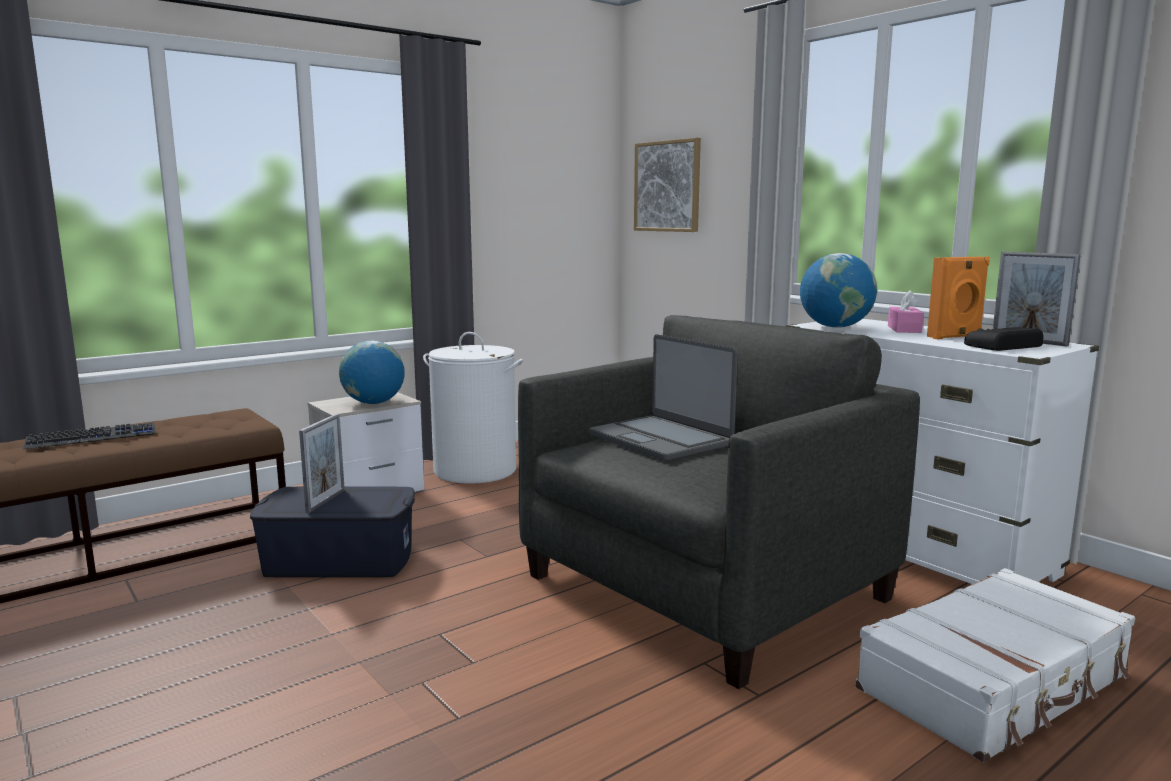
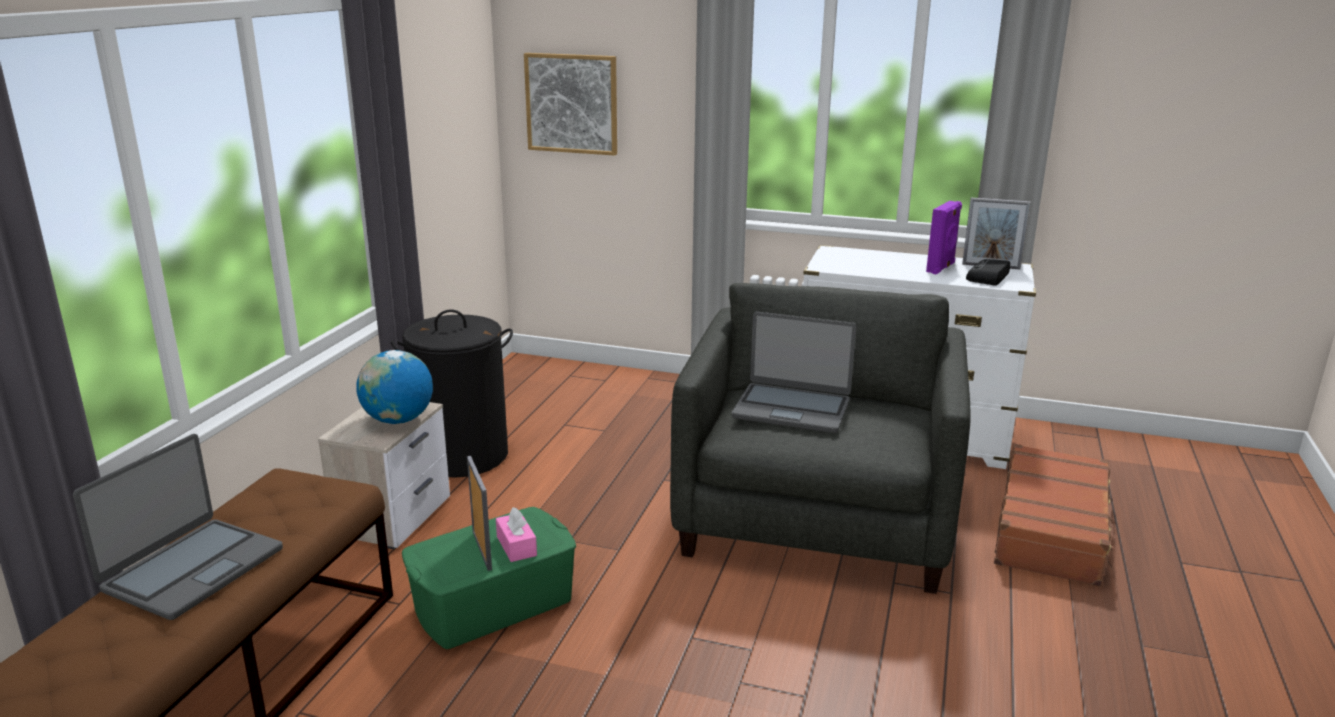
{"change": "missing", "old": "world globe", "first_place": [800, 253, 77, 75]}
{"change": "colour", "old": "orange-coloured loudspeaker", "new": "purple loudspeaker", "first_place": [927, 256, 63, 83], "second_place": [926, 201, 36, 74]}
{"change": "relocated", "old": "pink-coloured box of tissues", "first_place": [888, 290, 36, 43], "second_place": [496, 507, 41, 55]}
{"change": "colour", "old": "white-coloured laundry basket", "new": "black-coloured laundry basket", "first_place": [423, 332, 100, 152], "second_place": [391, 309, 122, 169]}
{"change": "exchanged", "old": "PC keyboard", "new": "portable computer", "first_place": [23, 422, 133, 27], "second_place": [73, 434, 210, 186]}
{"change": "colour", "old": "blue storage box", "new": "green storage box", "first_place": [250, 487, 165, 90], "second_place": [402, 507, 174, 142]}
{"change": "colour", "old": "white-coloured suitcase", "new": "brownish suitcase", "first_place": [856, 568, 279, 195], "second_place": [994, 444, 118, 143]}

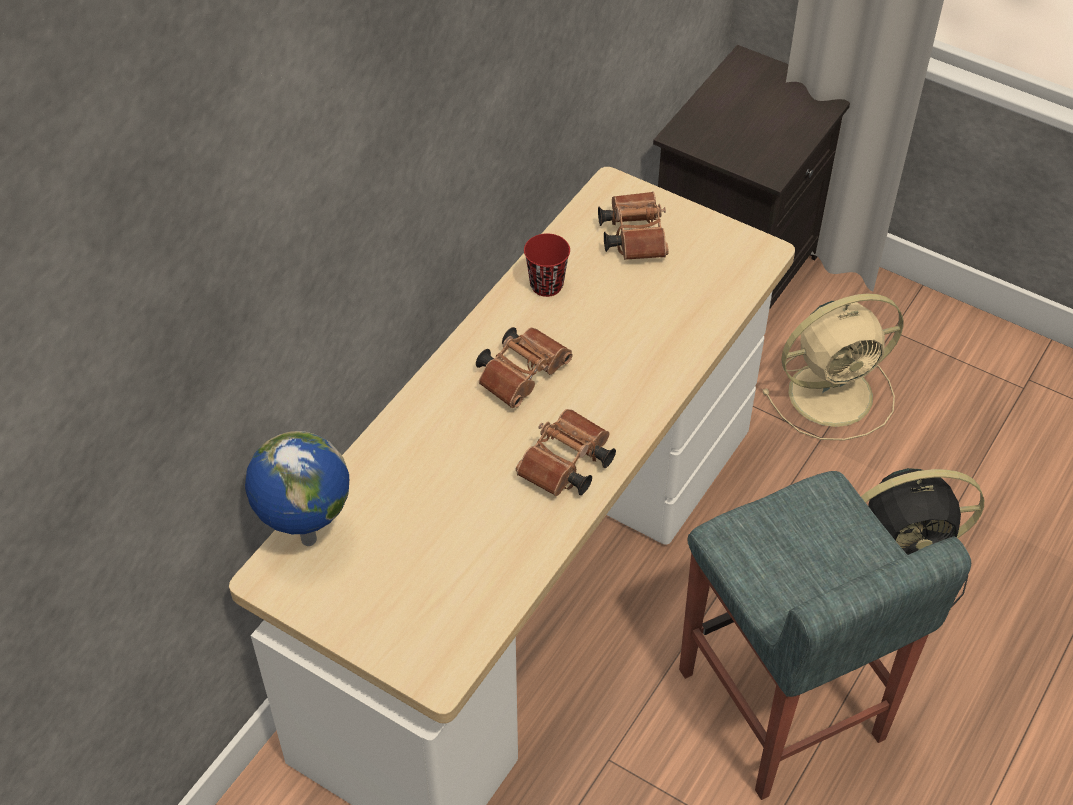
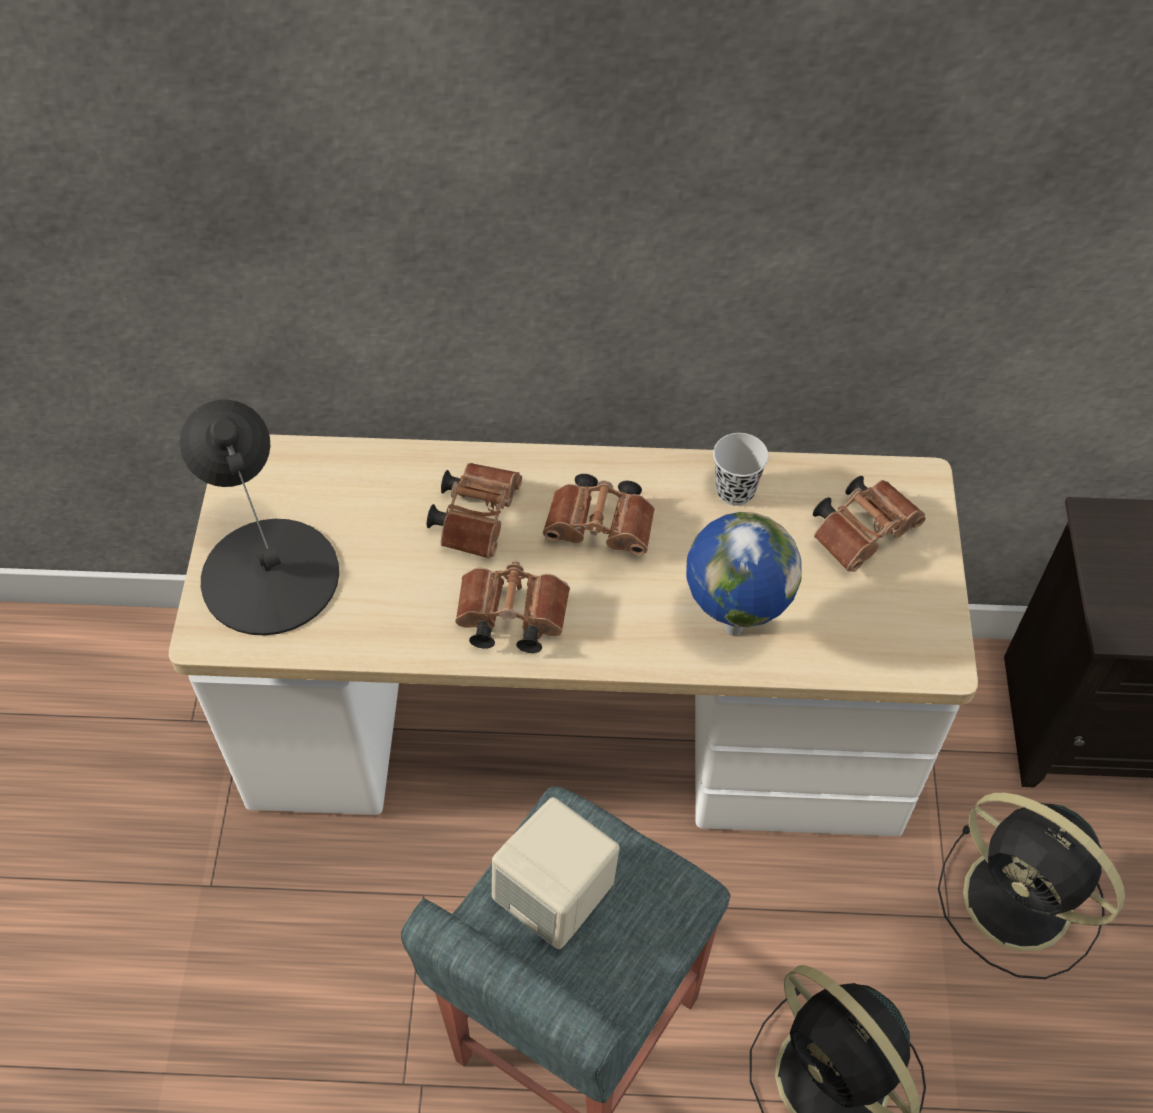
{"change": "colour", "old": "red-coloured cup", "new": "black-coloured cup", "first_place": [524, 233, 46, 64], "second_place": [713, 433, 56, 73]}
{"change": "colour", "old": "beige electric fan", "new": "black-coloured electric fan", "first_place": [762, 294, 141, 147], "second_place": [938, 793, 187, 186]}
{"change": "relocated", "old": "world globe", "first_place": [245, 431, 104, 115], "second_place": [686, 512, 116, 124]}
{"change": "appeared", "new": "black-coloured table lamp", "second_place": [180, 400, 159, 236]}
{"change": "appeared", "new": "brownish pair of binoculars", "second_place": [427, 463, 95, 96]}
{"change": "appeared", "new": "beige loudspeaker", "second_place": [492, 797, 128, 152]}

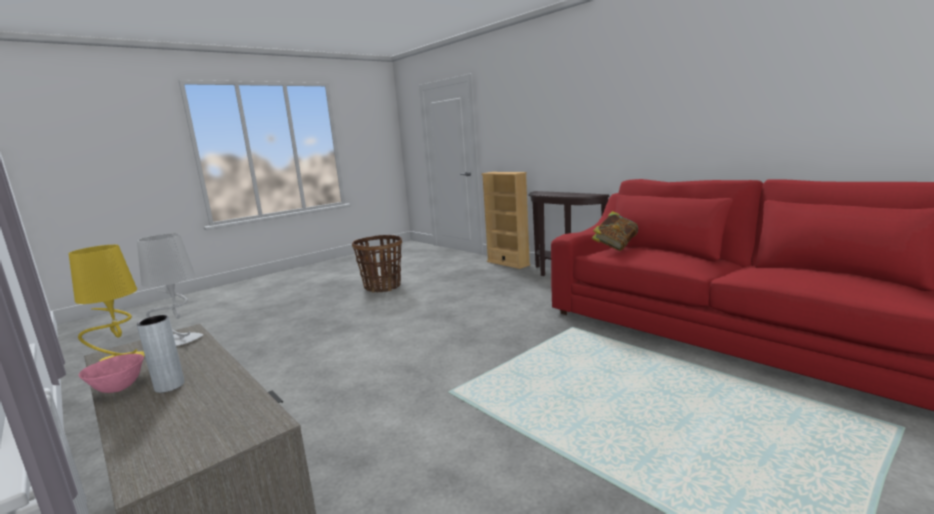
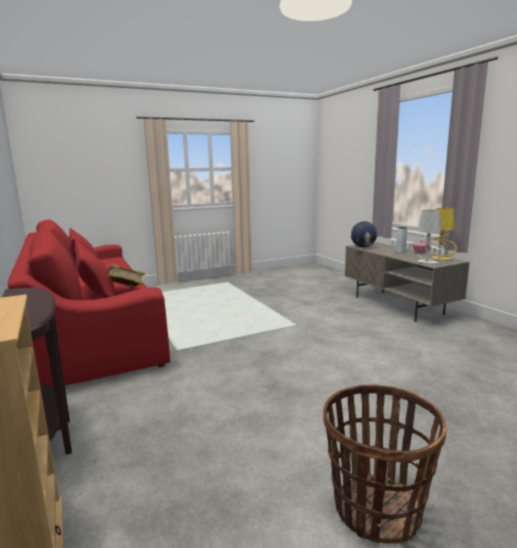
{"change": "appeared", "new": "world globe", "second_place": [351, 221, 26, 26]}

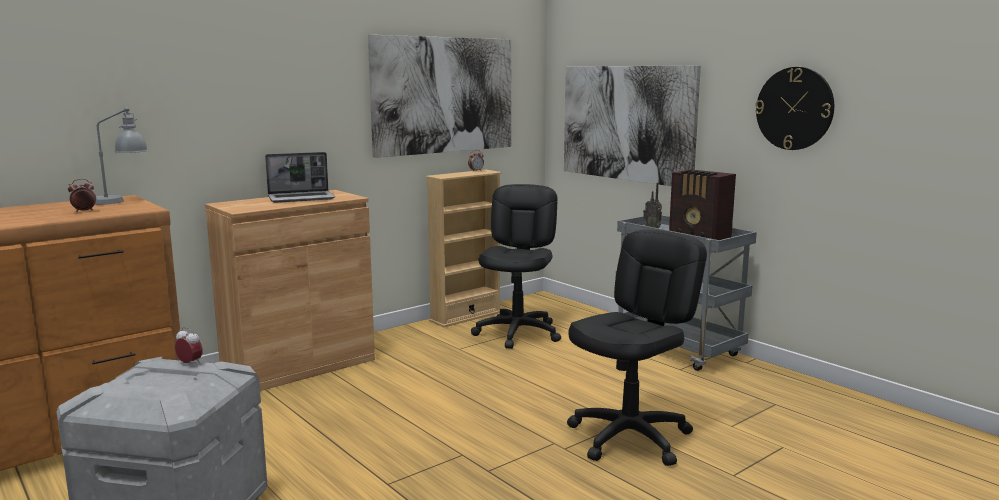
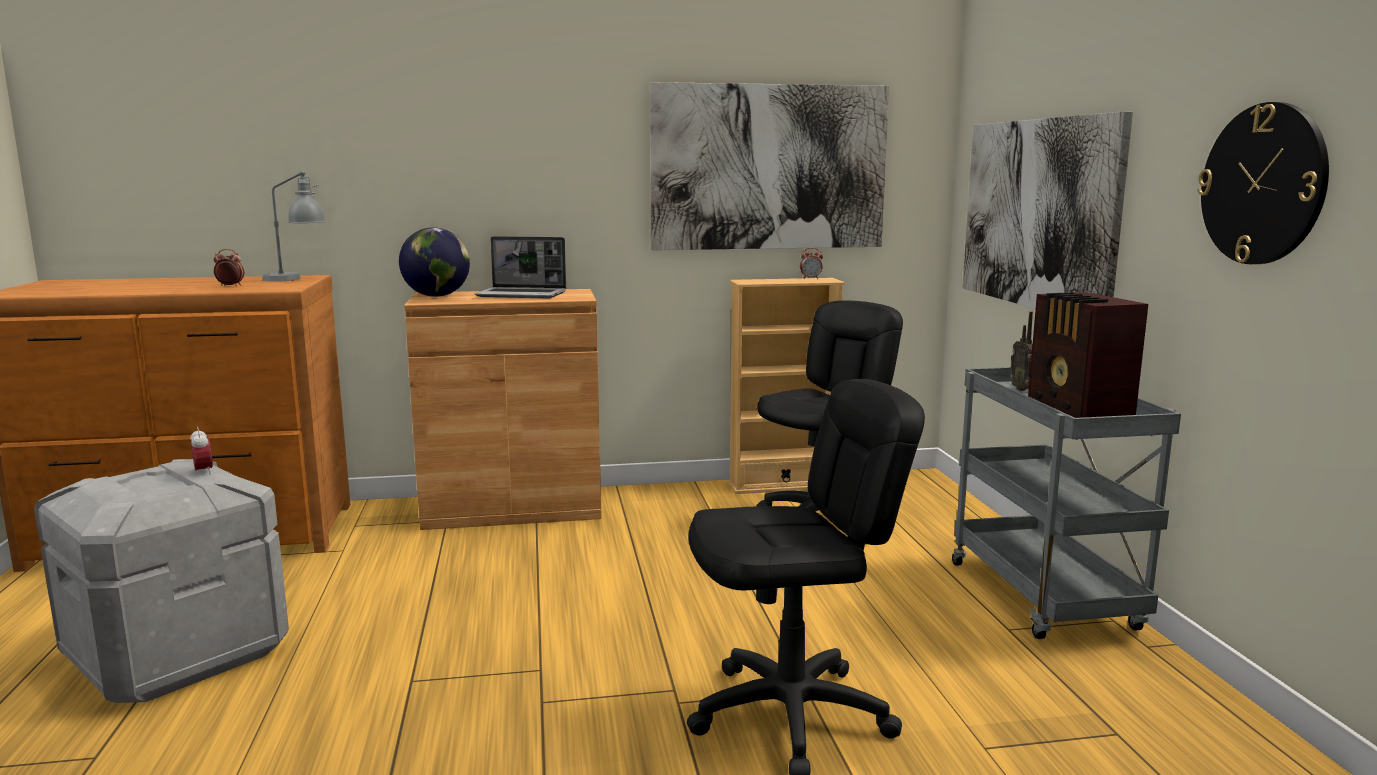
{"change": "appeared", "new": "world globe", "second_place": [399, 228, 71, 69]}

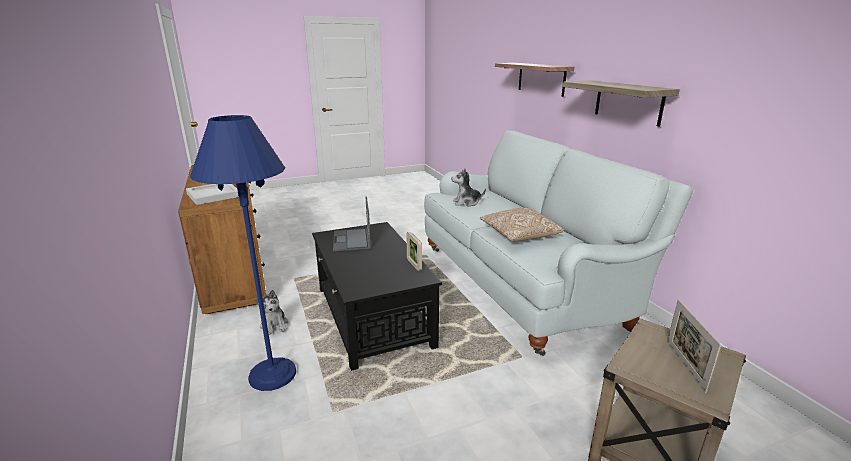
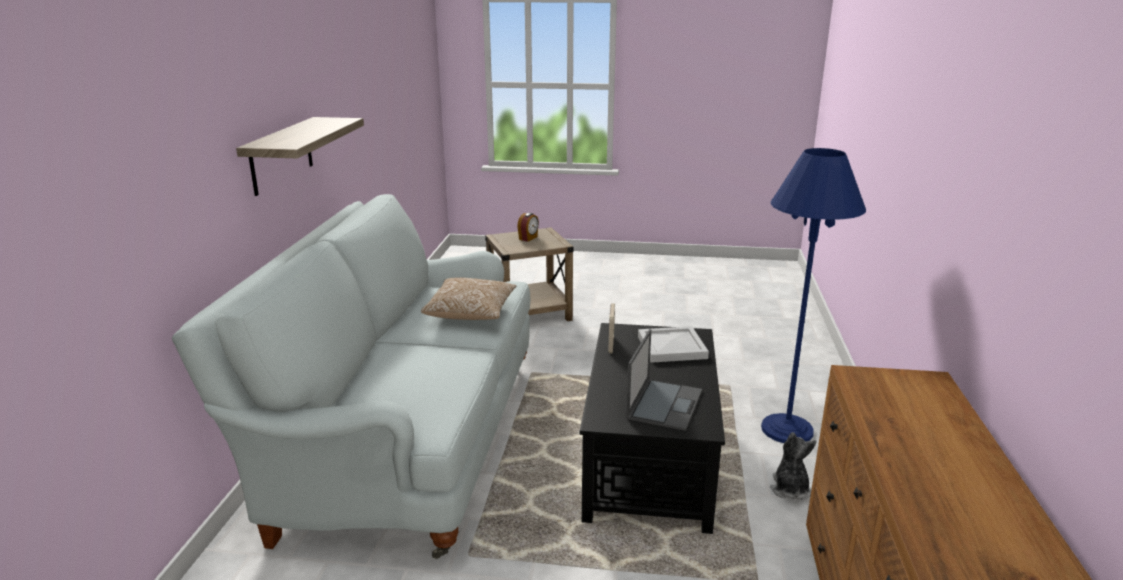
{"change": "missing", "old": "bracket shelf", "first_place": [495, 63, 79, 34]}
{"change": "missing", "old": "plush toy", "first_place": [451, 168, 35, 38]}
{"change": "relocated", "old": "white-coloured carrying tray", "first_place": [186, 184, 53, 21], "second_place": [638, 326, 71, 37]}
{"change": "exchanged", "old": "picture frame", "new": "table clock", "first_place": [667, 299, 54, 94], "second_place": [517, 213, 22, 29]}

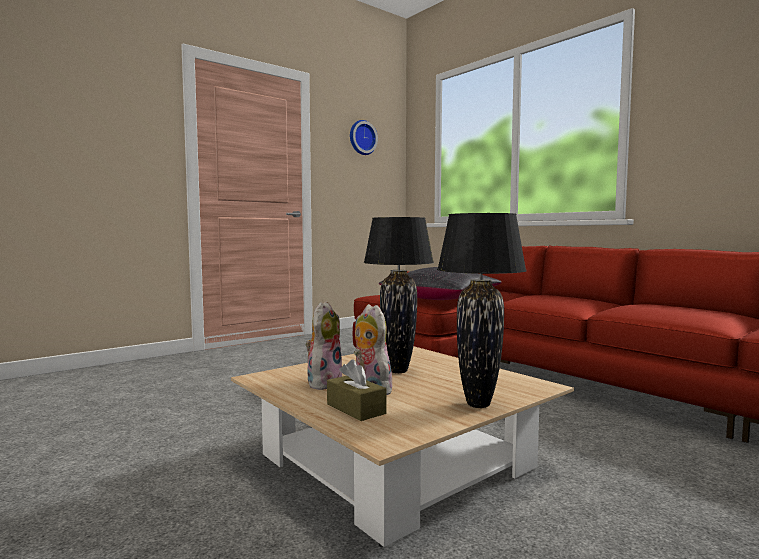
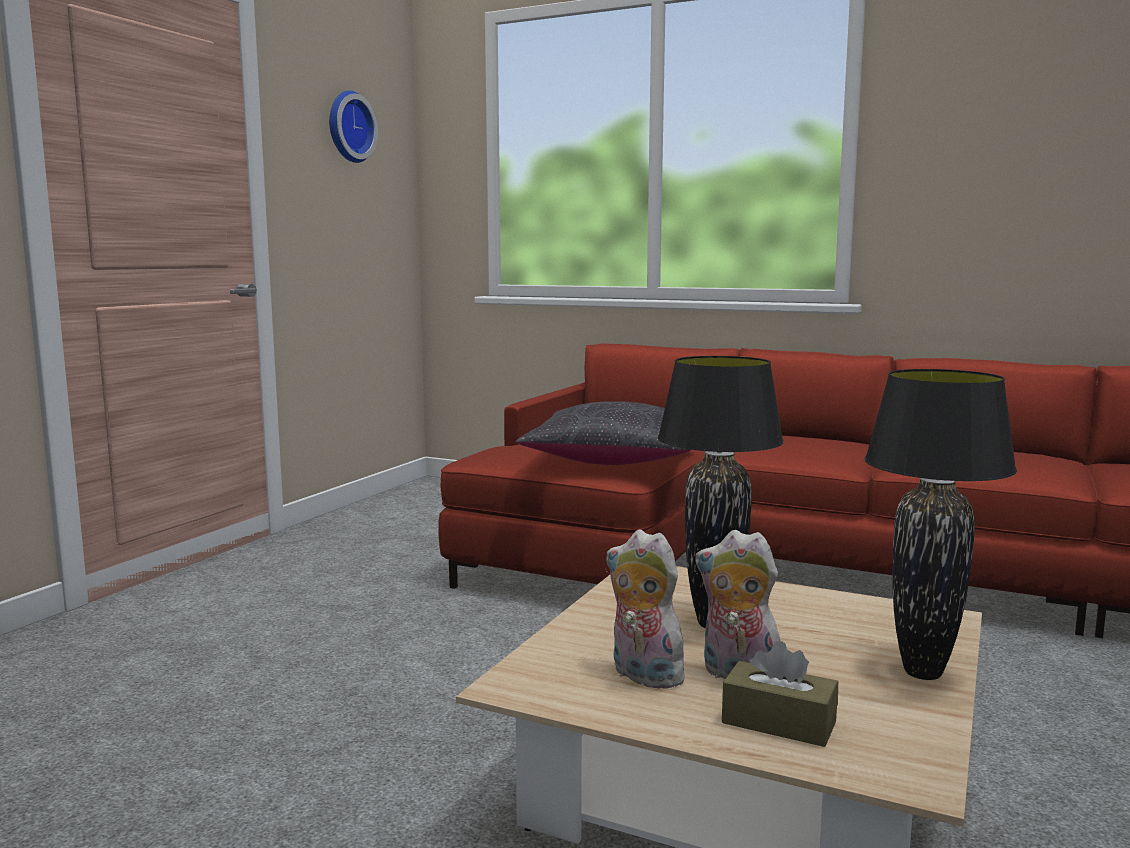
{"change": "spun", "old": "plush toy", "first_place": [306, 301, 36, 89], "second_place": [606, 529, 79, 160], "degrees": -45}

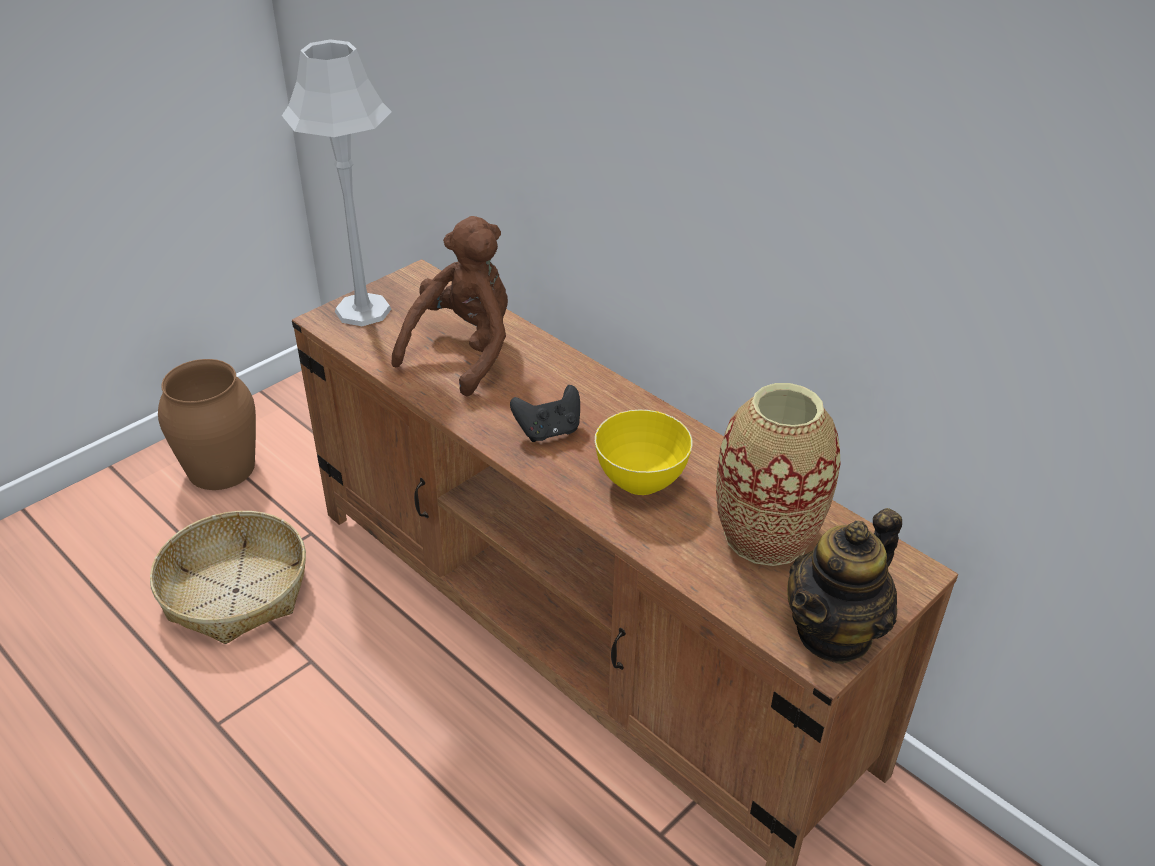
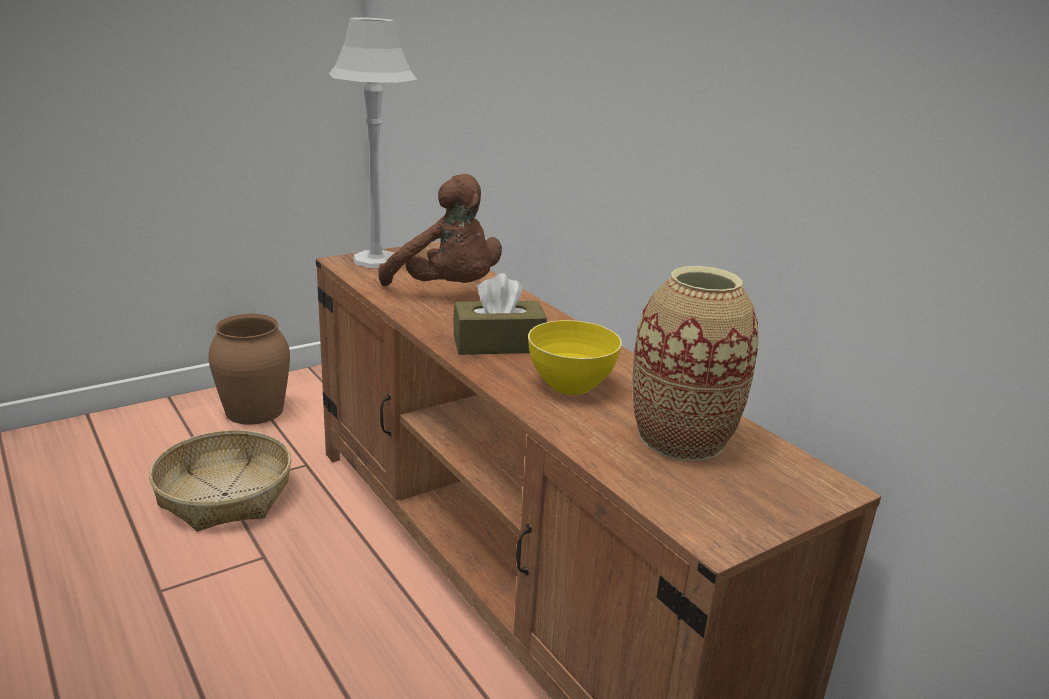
{"change": "spun", "old": "brownish plush toy", "first_place": [391, 216, 117, 180], "second_place": [378, 174, 124, 112], "degrees": 90}
{"change": "exchanged", "old": "black-coloured joypad", "new": "brownish box of tissues", "first_place": [510, 385, 70, 57], "second_place": [453, 273, 94, 82]}
{"change": "missing", "old": "pot for tea", "first_place": [787, 508, 115, 156]}

